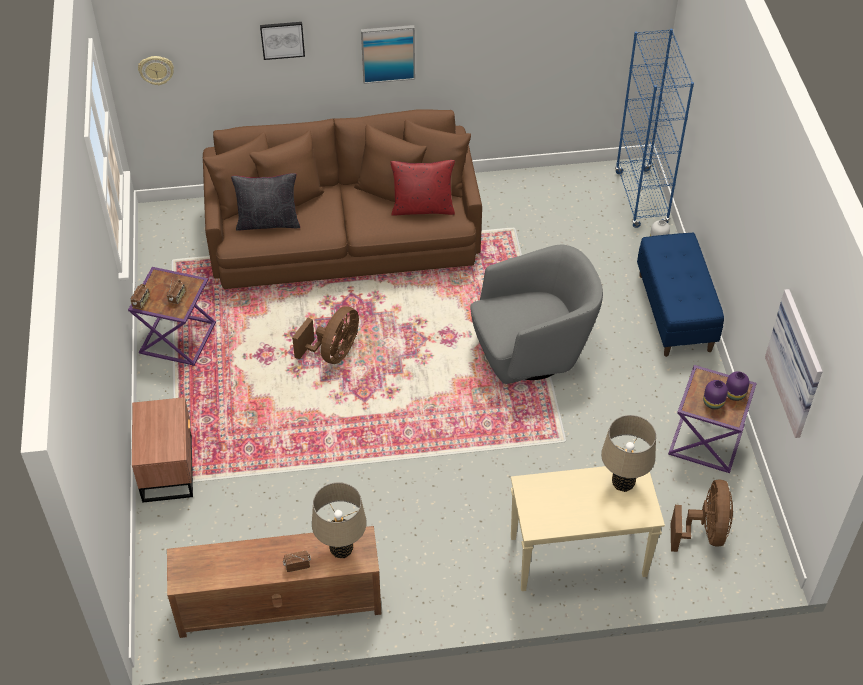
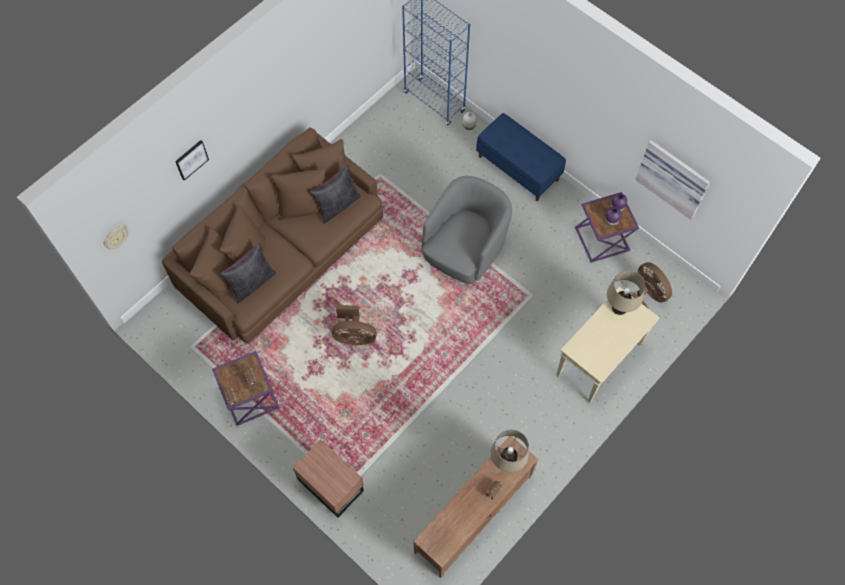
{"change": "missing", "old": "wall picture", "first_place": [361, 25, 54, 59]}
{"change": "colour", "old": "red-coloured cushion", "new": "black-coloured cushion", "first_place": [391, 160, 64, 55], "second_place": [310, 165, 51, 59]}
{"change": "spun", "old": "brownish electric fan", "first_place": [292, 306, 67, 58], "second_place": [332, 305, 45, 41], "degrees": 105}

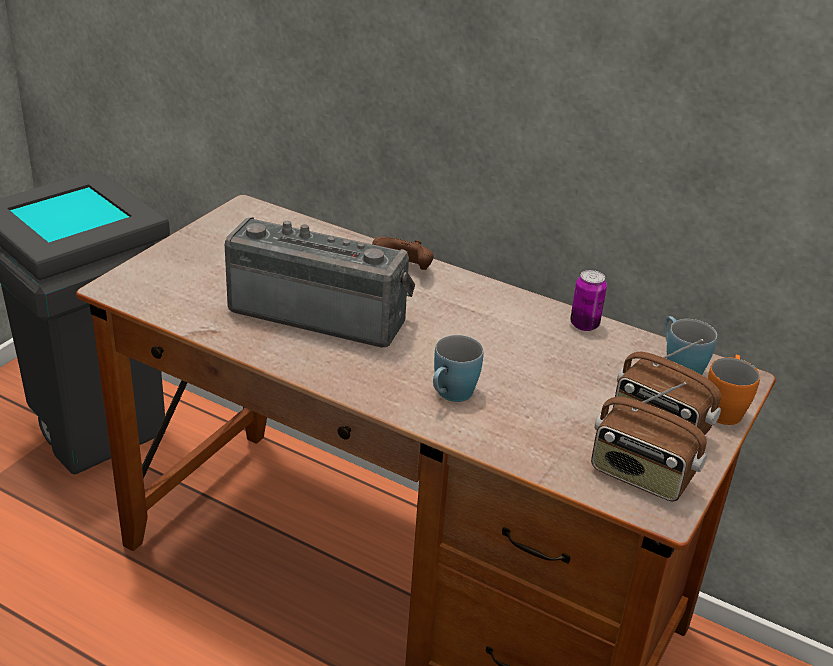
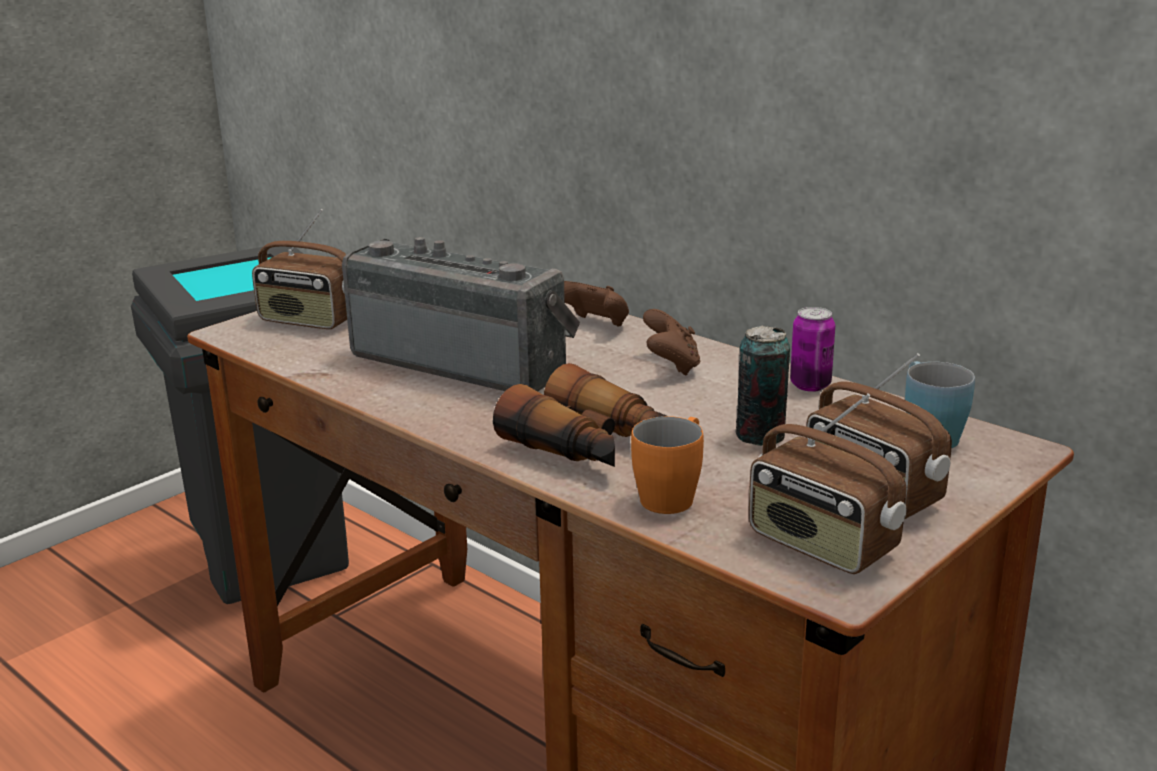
{"change": "exchanged", "old": "blue coffee mug", "new": "pair of binoculars", "first_place": [433, 335, 51, 67], "second_place": [493, 363, 173, 104]}
{"change": "relocated", "old": "orange-coloured coffee mug", "first_place": [708, 355, 52, 70], "second_place": [631, 416, 73, 98]}
{"change": "appeared", "new": "radio set", "second_place": [252, 209, 95, 120]}
{"change": "appeared", "new": "brownish joypad", "second_place": [643, 309, 57, 66]}
{"change": "appeared", "new": "sealed can", "second_place": [735, 325, 55, 121]}

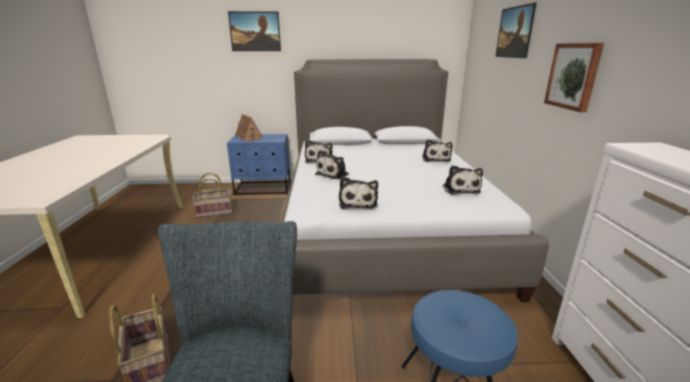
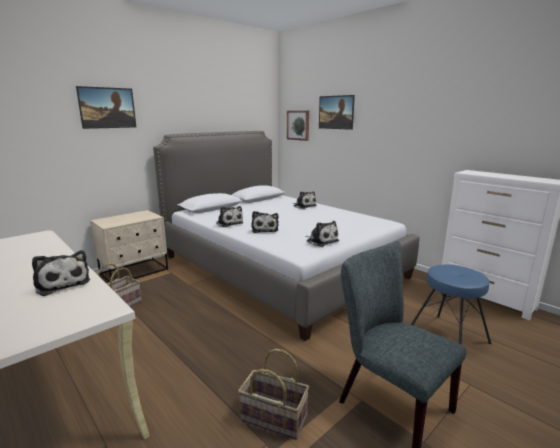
{"change": "relocated", "old": "wall picture", "first_place": [544, 43, 60, 69], "second_place": [287, 110, 22, 31]}
{"change": "missing", "old": "toy house", "first_place": [235, 114, 28, 28]}
{"change": "colour", "old": "blue bedside table", "new": "beige bedside table", "first_place": [227, 134, 63, 61], "second_place": [90, 210, 78, 73]}
{"change": "relocated", "old": "plush toy", "first_place": [443, 165, 40, 30], "second_place": [32, 250, 58, 46]}

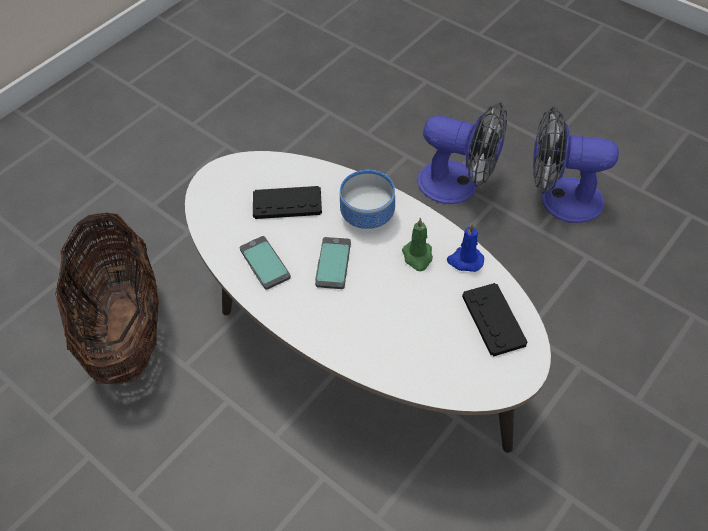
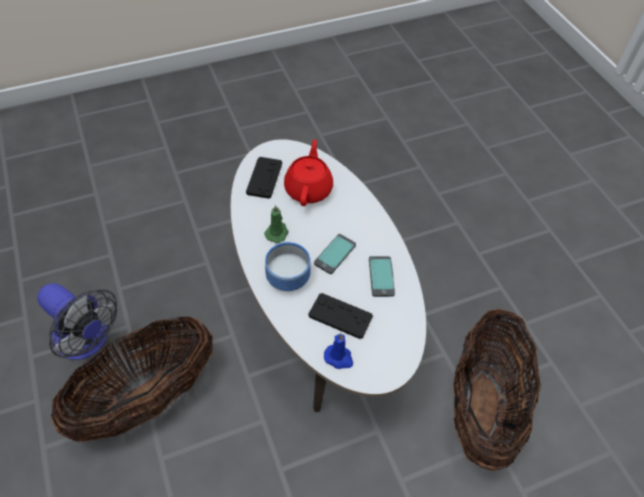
{"change": "exchanged", "old": "electric fan", "new": "basket", "first_place": [418, 102, 89, 102], "second_place": [51, 316, 162, 126]}
{"change": "relocated", "old": "blue wax candle", "first_place": [447, 223, 37, 49], "second_place": [324, 333, 29, 36]}
{"change": "appeared", "new": "red-coloured pot for tea", "second_place": [284, 139, 49, 67]}

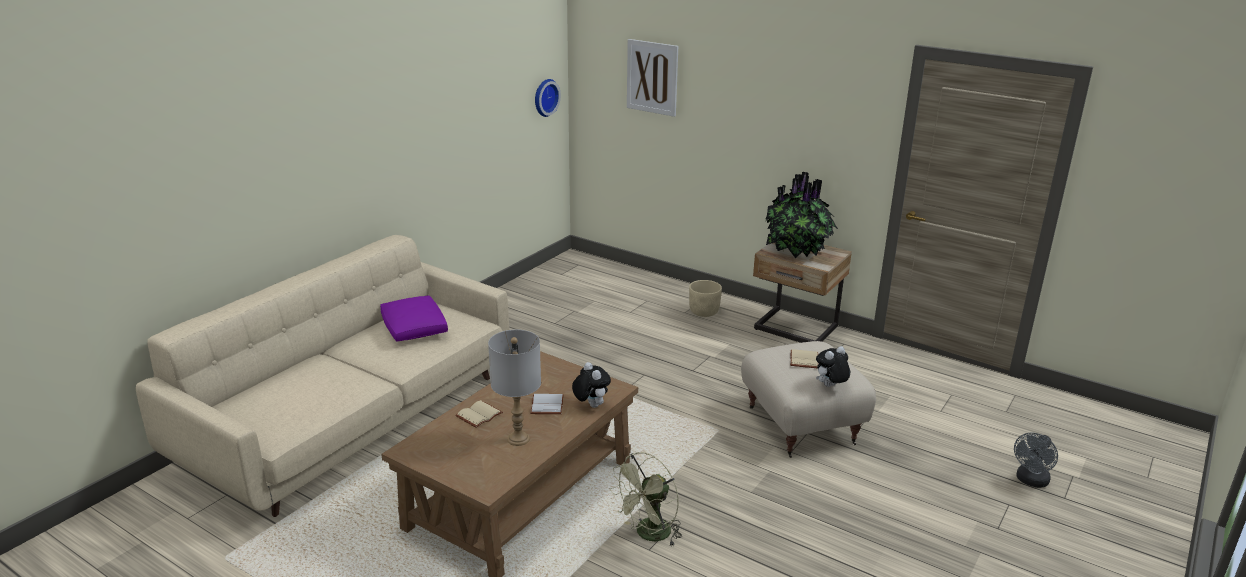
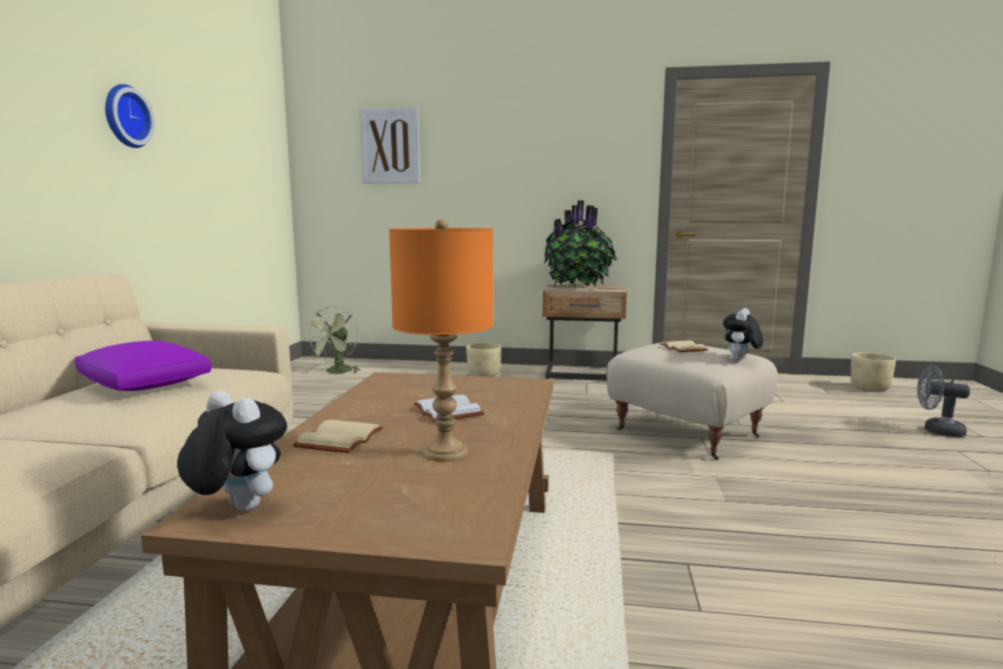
{"change": "relocated", "old": "hanging clock", "first_place": [535, 79, 26, 38], "second_place": [105, 84, 50, 64]}
{"change": "colour", "old": "gray table lamp", "new": "orange-coloured table lamp", "first_place": [488, 330, 53, 116], "second_place": [389, 219, 104, 243]}
{"change": "relocated", "old": "plush toy", "first_place": [572, 362, 39, 46], "second_place": [177, 391, 110, 120]}
{"change": "spun", "old": "gray electric fan", "first_place": [1014, 433, 44, 55], "second_place": [917, 365, 53, 72], "degrees": 105}
{"change": "relocated", "old": "green electric fan", "first_place": [610, 452, 72, 95], "second_place": [304, 306, 57, 67]}
{"change": "appeared", "new": "beige plant pot", "second_place": [850, 352, 46, 40]}

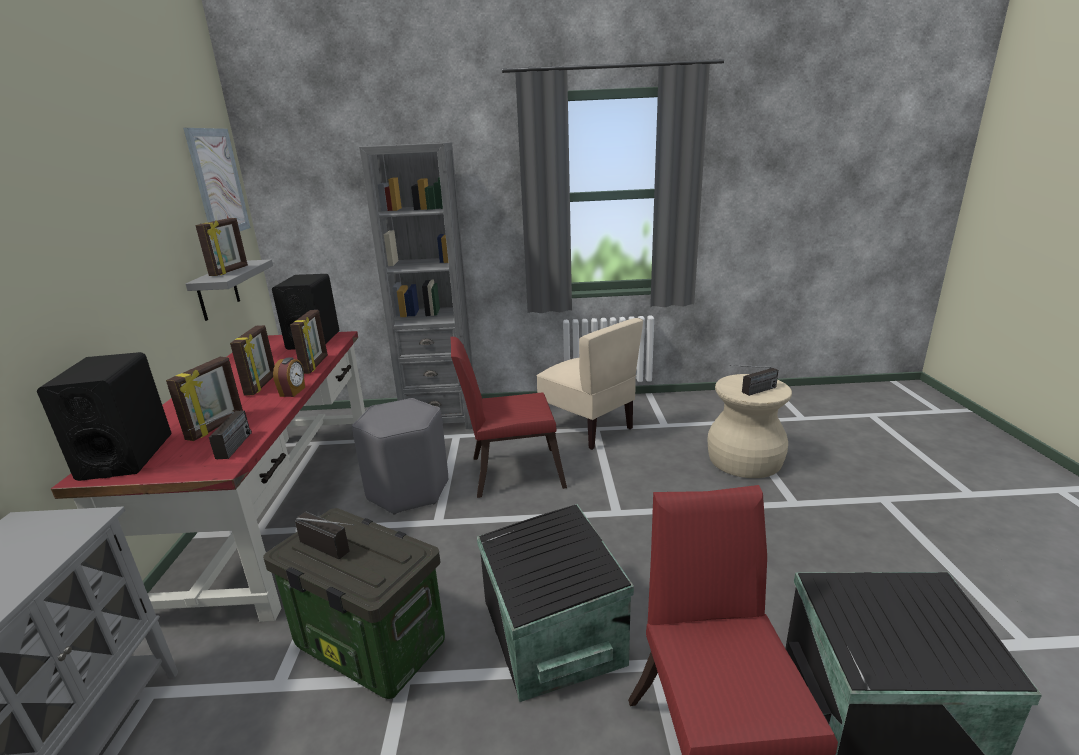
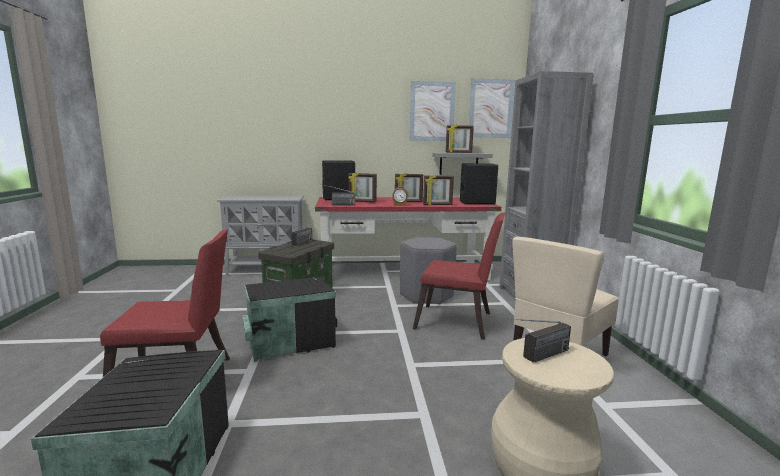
{"change": "spun", "old": "red-coloured upright chair", "first_place": [450, 337, 117, 161], "second_place": [413, 212, 92, 128], "degrees": 120}
{"change": "spun", "old": "radio set", "first_place": [730, 365, 48, 31], "second_place": [507, 318, 64, 45], "degrees": -90}
{"change": "appeared", "new": "wall picture", "second_place": [409, 81, 47, 60]}

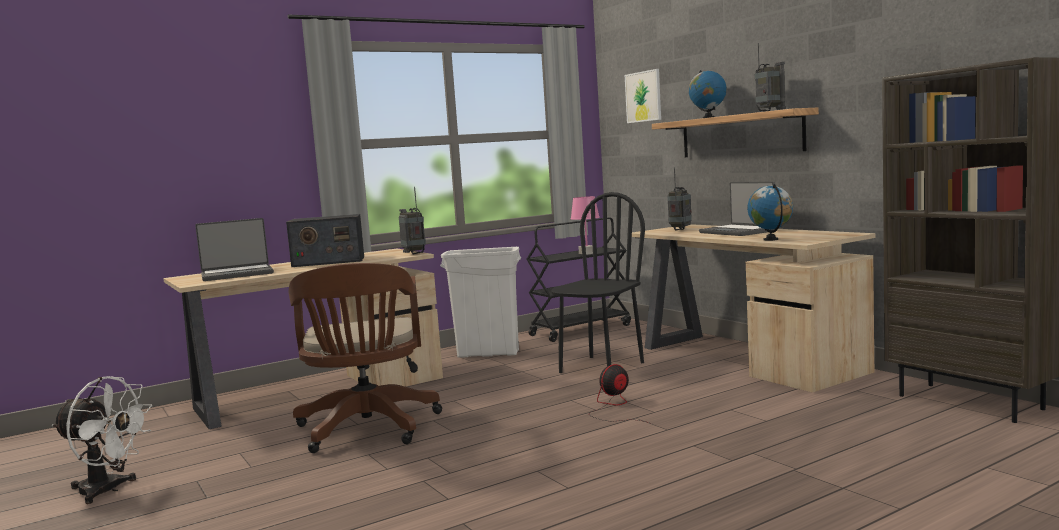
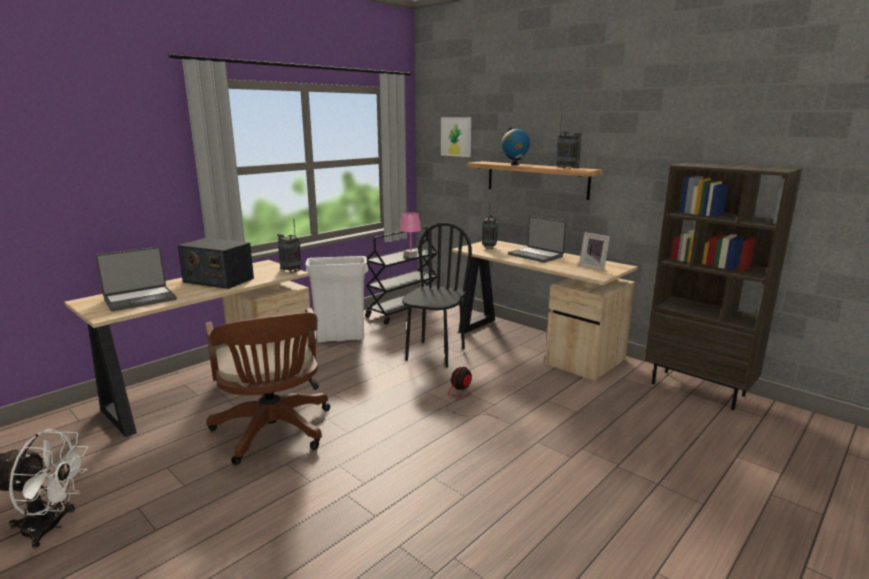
{"change": "missing", "old": "world globe", "first_place": [747, 184, 46, 57]}
{"change": "spun", "old": "radio set", "first_place": [286, 214, 78, 53], "second_place": [178, 238, 76, 51], "degrees": 45}
{"change": "appeared", "new": "picture frame", "second_place": [579, 232, 31, 38]}

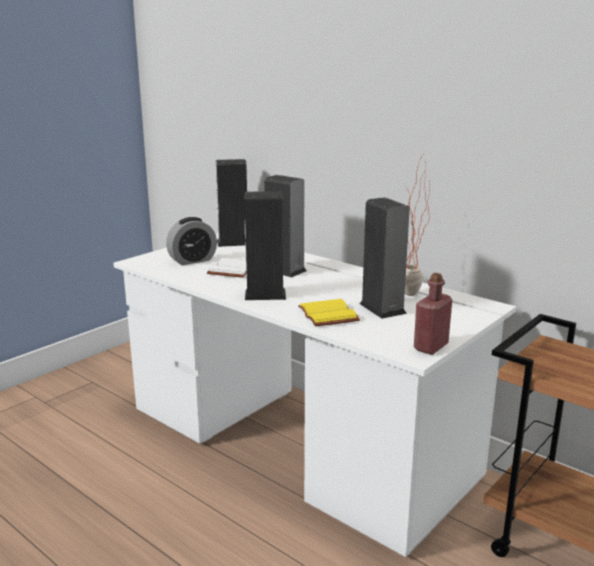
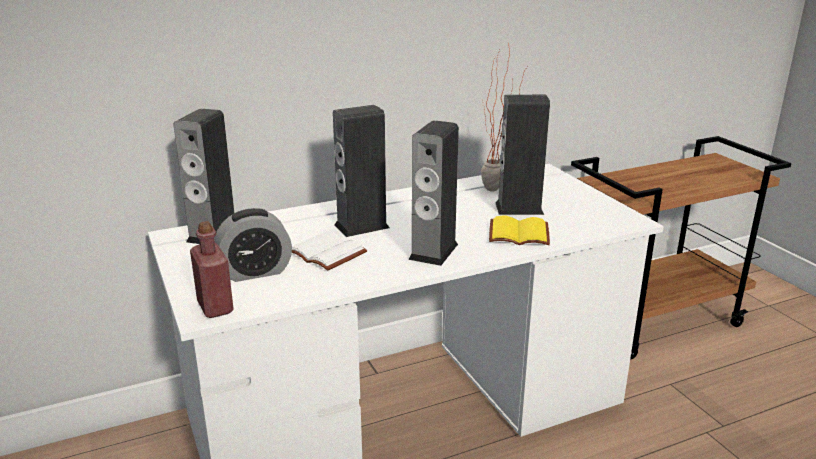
{"change": "spun", "old": "table clock", "first_place": [166, 217, 51, 48], "second_place": [214, 208, 78, 74], "degrees": 75}
{"change": "relocated", "old": "red-coloured bottle", "first_place": [414, 273, 38, 82], "second_place": [190, 221, 44, 97]}

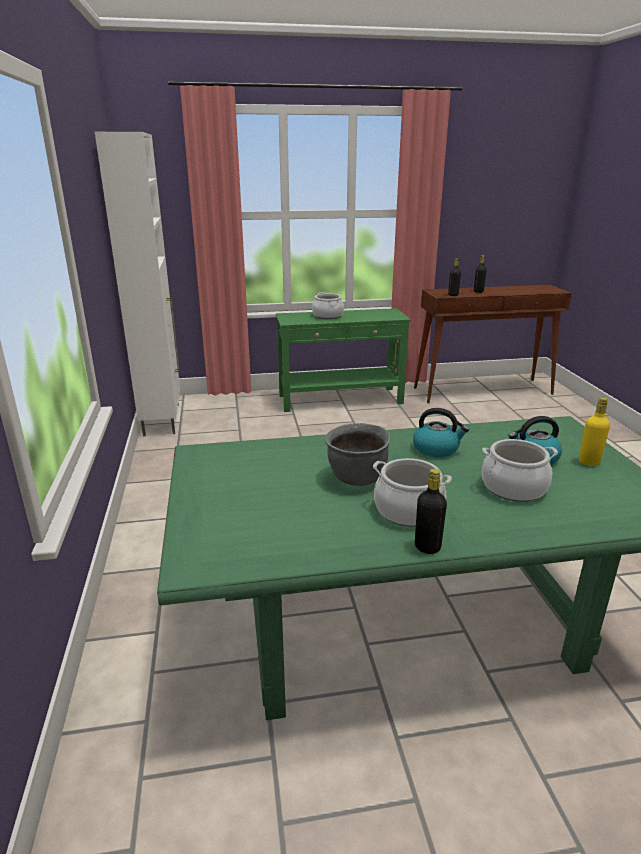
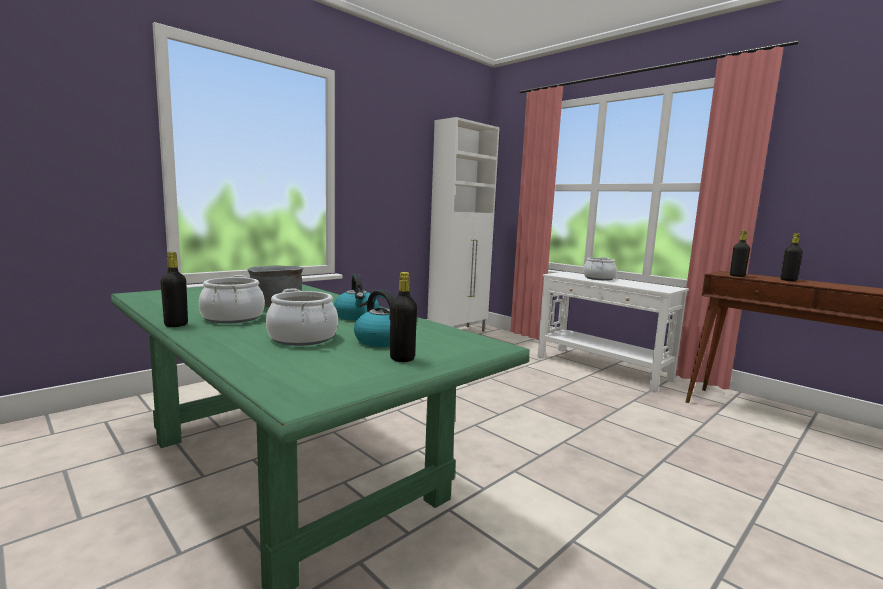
{"change": "colour", "old": "green narrow table", "new": "white-coloured narrow table", "first_place": [276, 308, 135, 104], "second_place": [538, 272, 151, 120]}
{"change": "colour", "old": "yellow bottle", "new": "black-coloured bottle", "first_place": [579, 397, 31, 69], "second_place": [390, 272, 27, 90]}

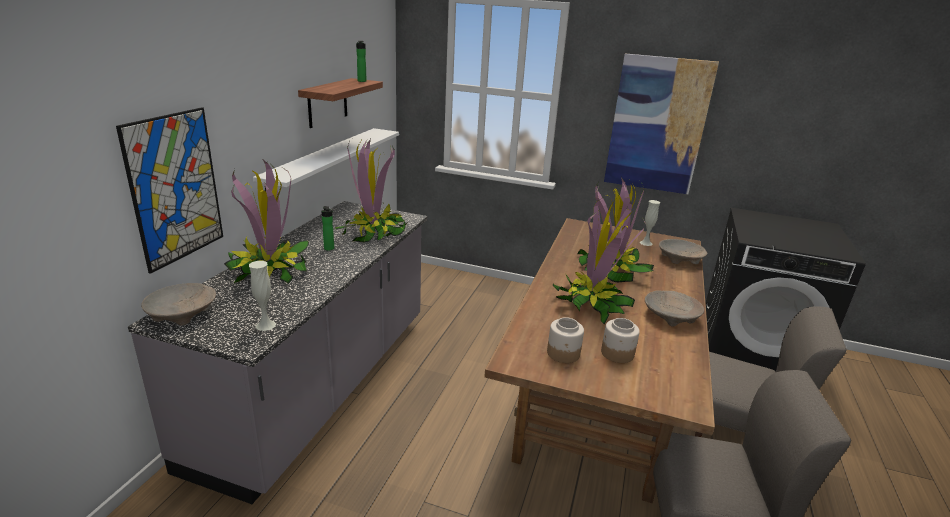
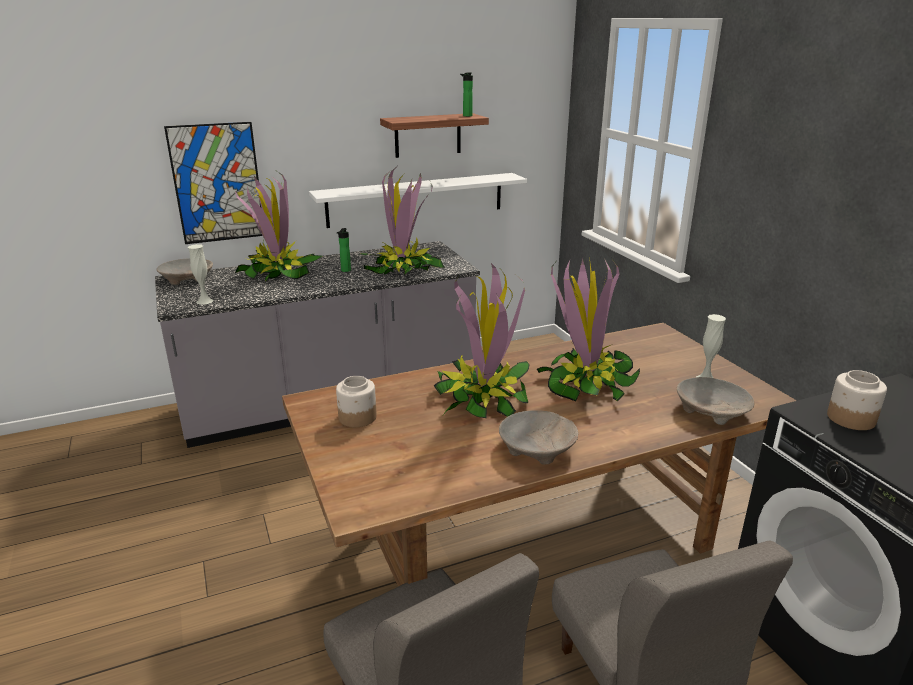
{"change": "missing", "old": "wall picture", "first_place": [604, 53, 115, 141]}
{"change": "relocated", "old": "storage jar", "first_place": [601, 318, 39, 45], "second_place": [827, 370, 60, 60]}

